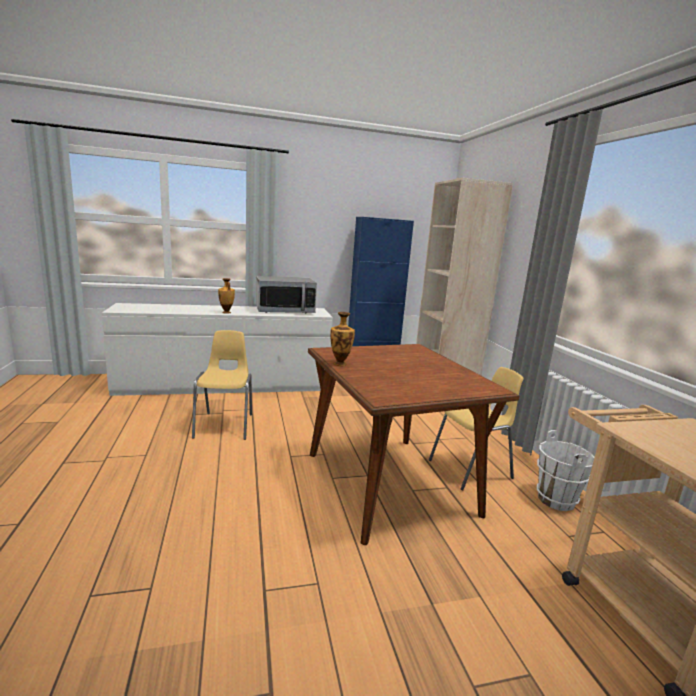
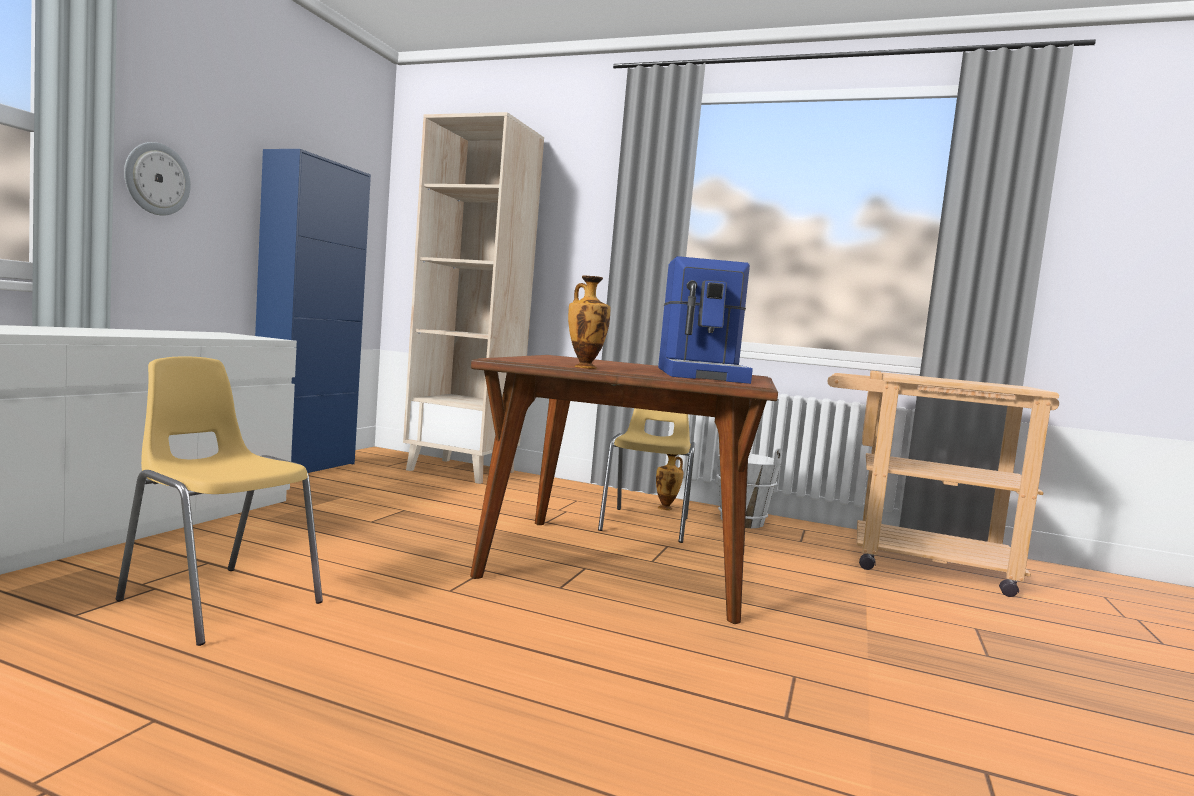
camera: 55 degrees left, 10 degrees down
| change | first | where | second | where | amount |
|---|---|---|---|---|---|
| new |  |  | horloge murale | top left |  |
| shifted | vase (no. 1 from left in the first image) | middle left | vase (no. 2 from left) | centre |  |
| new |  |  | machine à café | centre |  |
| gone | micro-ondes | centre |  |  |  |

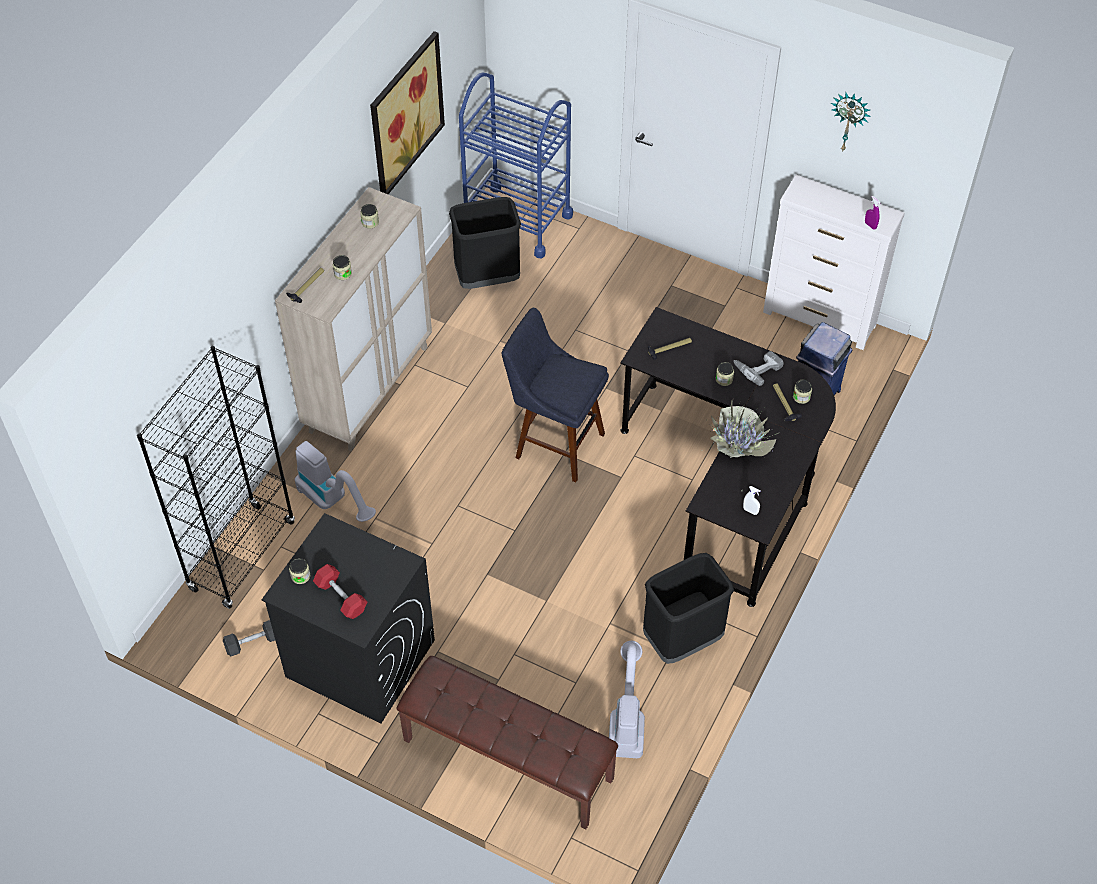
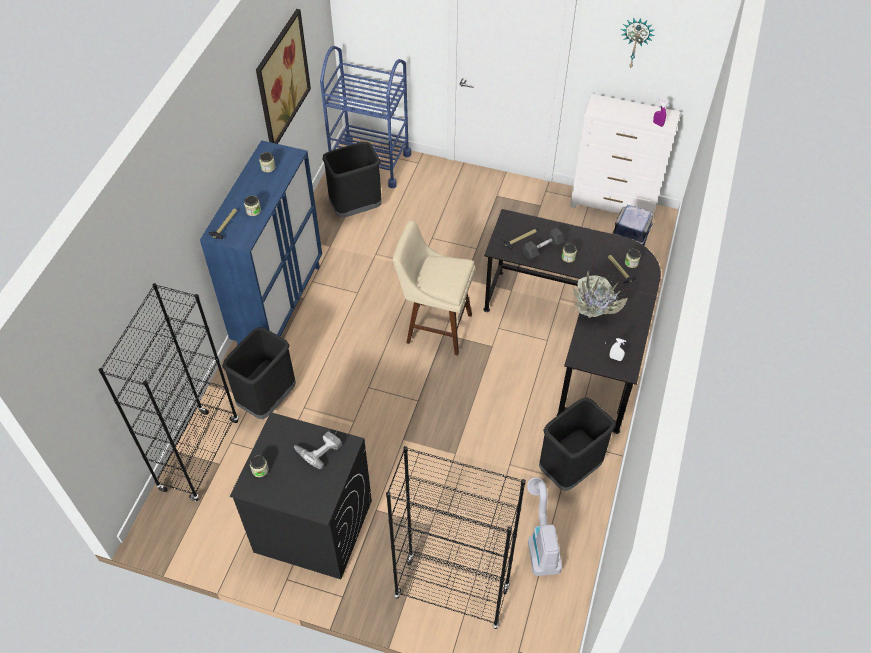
camera: 10 degrees left, 0 degrees up
| change | first | where | second | where | amount |
|---|---|---|---|---|---|
| repainted | meuble de rangement/beige | middle left | meuble de rangement/bleu | middle left |  |
| swapped | aspirateur (no. 1 from left) | middle left | poubelle/noir (no. 1 from left) | middle left |  |
| shifted | perceuse | middle right |  | bottom centre |  |
| swapped | banc/marron | bottom centre | bibliothèque/noir (no. 2 from left) | bottom centre |  |
| repainted | tabouret/bleu | centre | tabouret/beige | centre |  |
| shifted | haltère/gris | bottom left |  | centre |  |
| gone | haltère/rouge | bottom left |  |  |  |

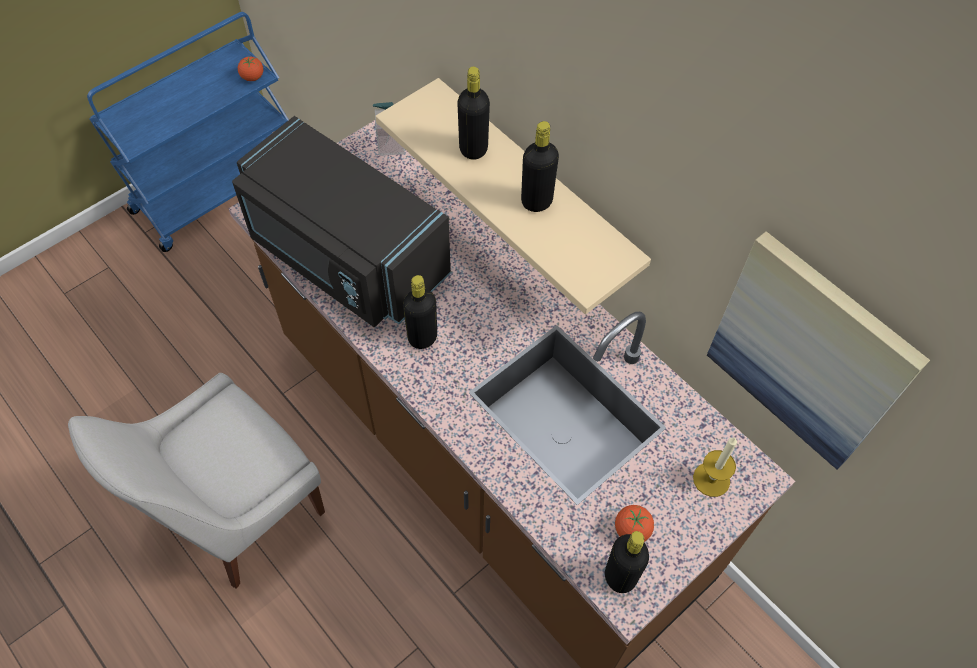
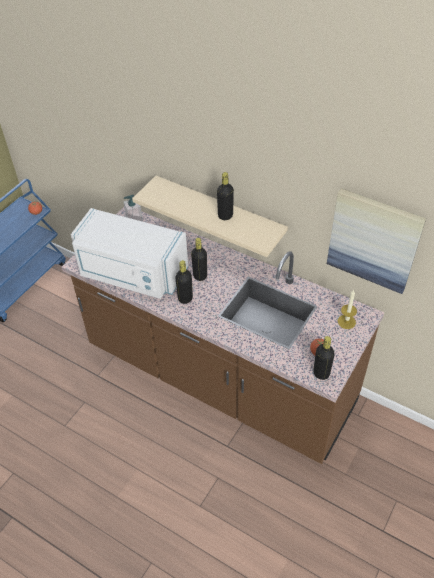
camera: 15 degrees left, 10 degrees down
| change | first | where | second | where | amount |
|---|---|---|---|---|---|
| repainted | micro-ondes/noir | top centre | micro-ondes/blanc | middle left |  |
| shifted | bouteille/noir (no. 2 from left) | top centre |  | centre |  |
| gone | chaise/blanc | bottom left |  |  |  |

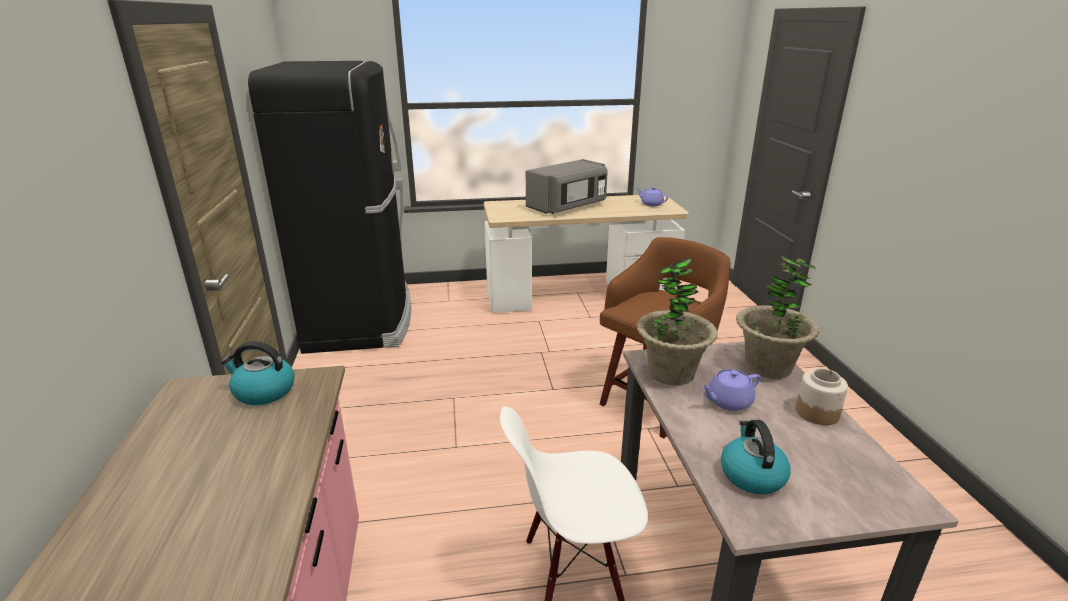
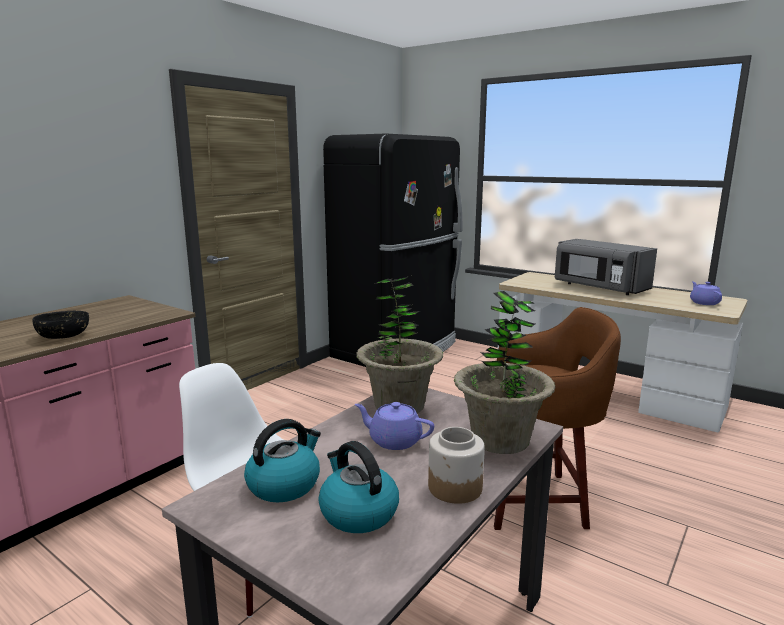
camera: 45 degrees right, 10 degrees down
| change | first | where | second | where | amount |
|---|---|---|---|---|---|
| new |  |  | bol/noir | middle left |  |
| shifted | bouilloire (no. 1 from left in the first image) | middle left | bouilloire (no. 2 from left) | bottom centre |  |
| rotated | micro-ondes/gris | top centre |  | middle right | 45 degrees clockwise |

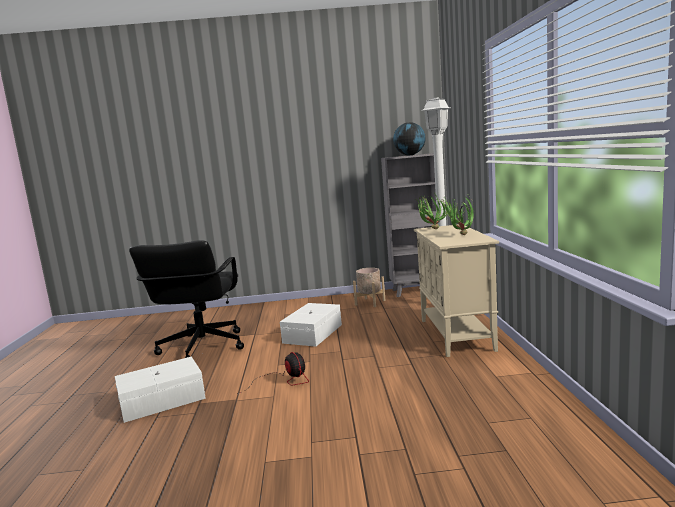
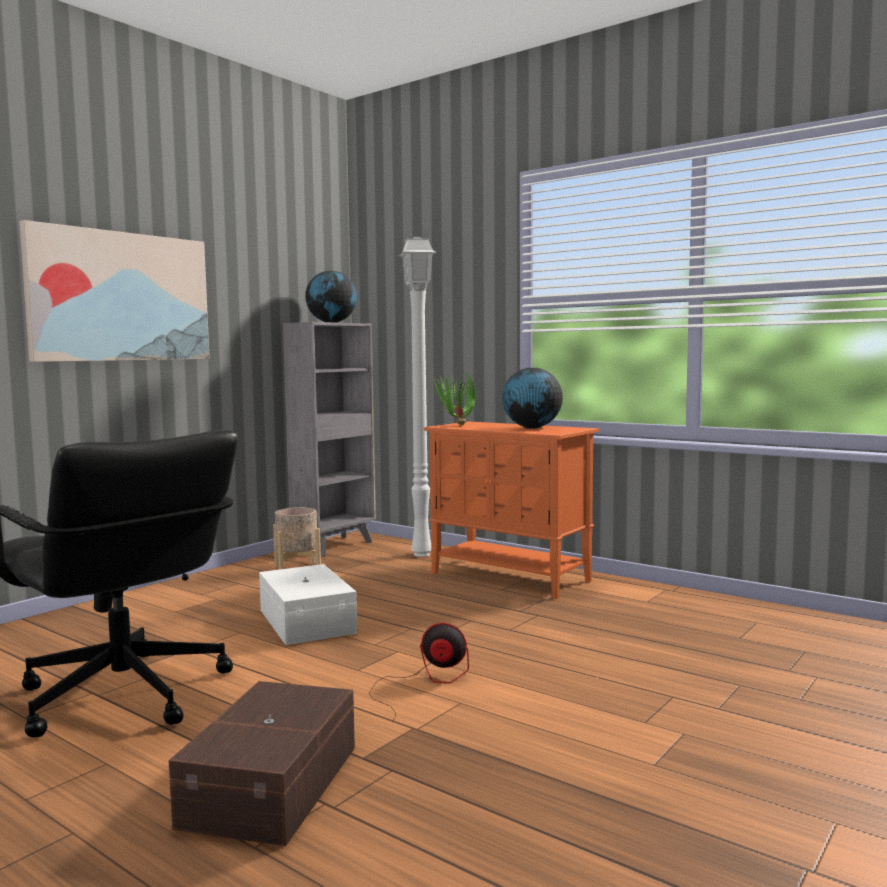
camera: 50 degrees left, 5 degrees down
| change | first | where | second | where | amount |
|---|---|---|---|---|---|
| new |  |  | tableau | top left |  |
| repainted | boîte de rangement/blanc (no. 1 from left) | bottom left | boîte de rangement/marron | bottom left |  |
| repainted | meuble de rangement/beige | middle right | meuble de rangement/orange | centre |  |
| swapped | plante en pot (no. 2 from left) | middle right | globe (no. 2 from left) | centre |  |

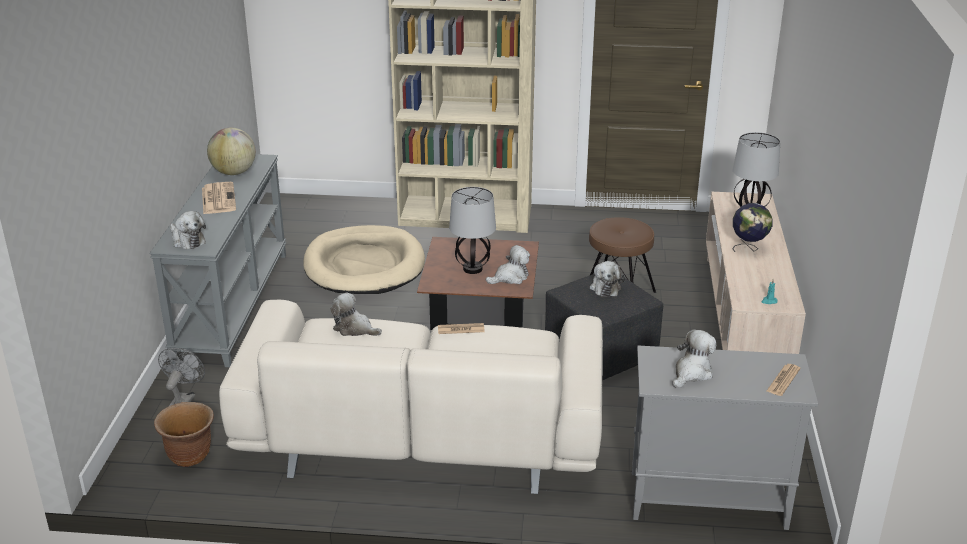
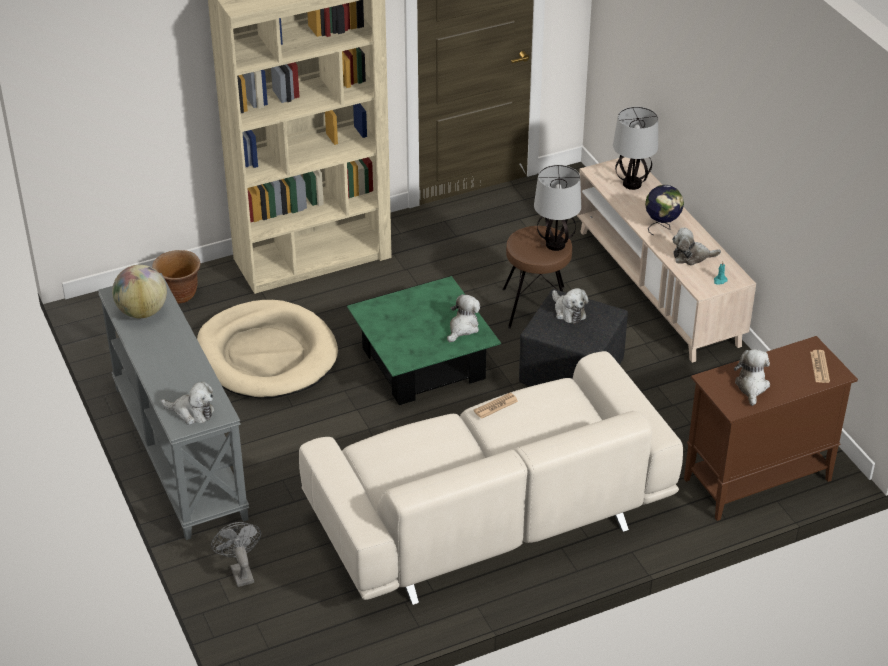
camera: 30 degrees left, 10 degrees up
| change | first | where | second | where | amount |
|---|---|---|---|---|---|
| shifted | cache-pot/marron | bottom left |  | middle left |  |
| repainted | table basse/marron | centre | table basse/vert | centre |  |
| shifted | lampe de table (no. 1 from left) | centre |  | top centre |  |
| shifted | peluche (no. 2 from left in the first image) | centre | peluche (no. 4 from left) | middle right |  |
| repainted | meuble de rangement/gris | bottom right | meuble de rangement/marron | middle right |  |
| gone | journal (no. 1 from left) | middle left |  |  |  |

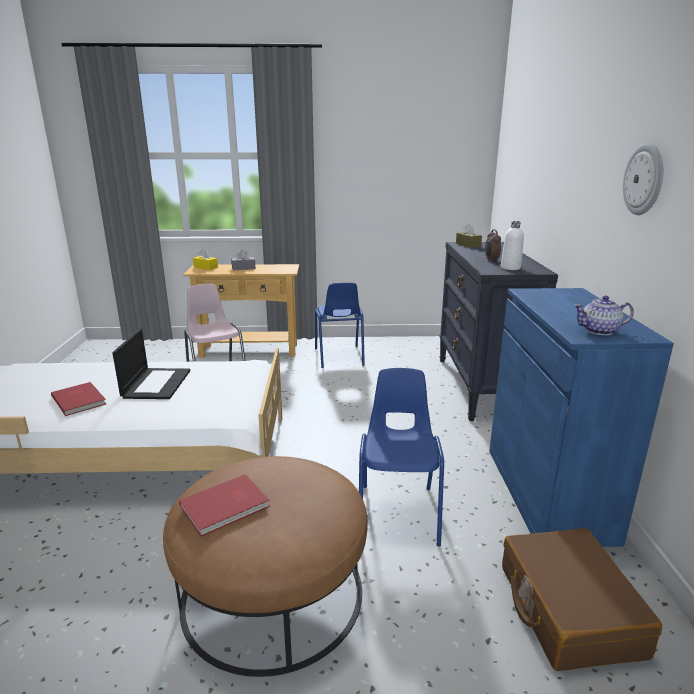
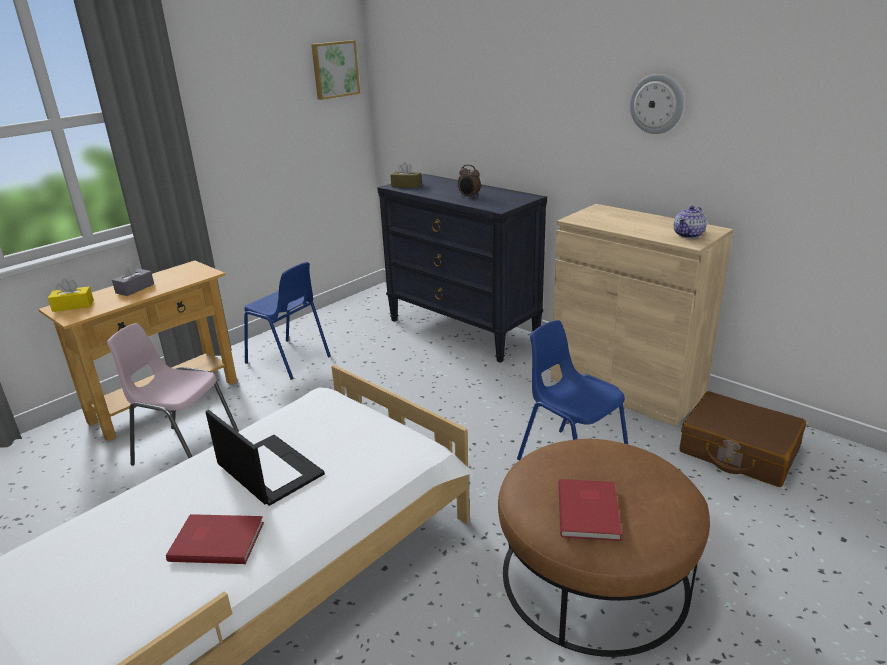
camera: 45 degrees left, 5 degrees up
| change | first | where | second | where | amount |
|---|---|---|---|---|---|
| new |  |  | tableau | top centre |  |
| repainted | meuble de rangement/bleu | middle right | meuble de rangement/beige | middle right |  |
| gone | bouteille/blanc | middle right |  |  |  |

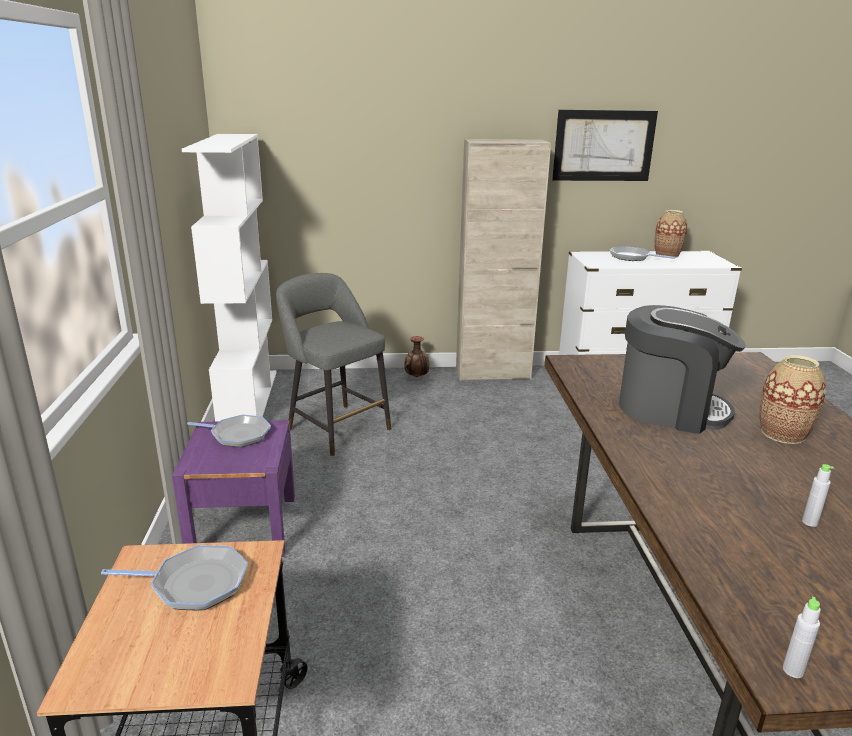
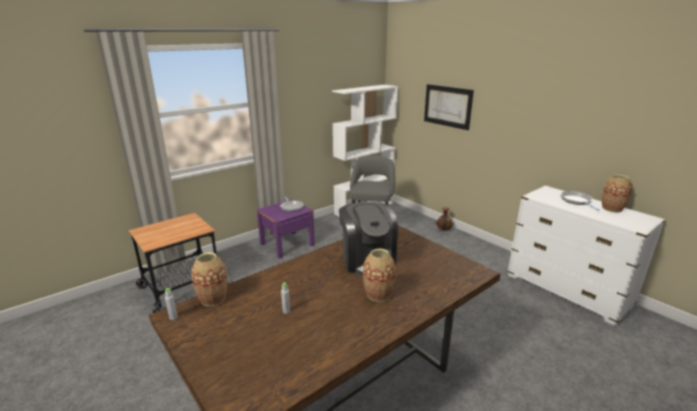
camera: 55 degrees right, 0 degrees up
| change | first | where | second | where | amount |
|---|---|---|---|---|---|
| new |  |  | vase (no. 1 from left) | bottom left |  |
| shifted | tableau | top right |  | top centre |  |
| gone | poêle (no. 1 from left) | bottom left |  |  |  |
| gone | meuble de rangement/beige | centre |  |  |  |

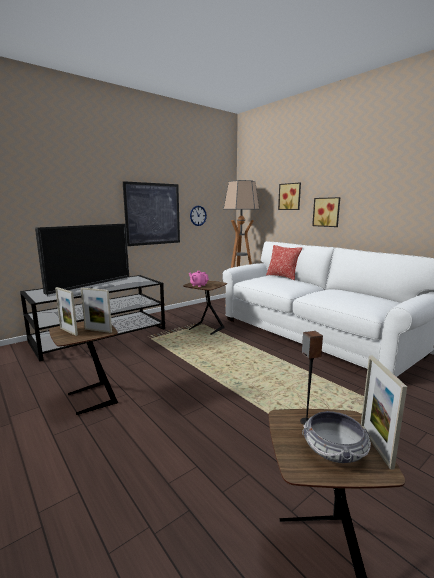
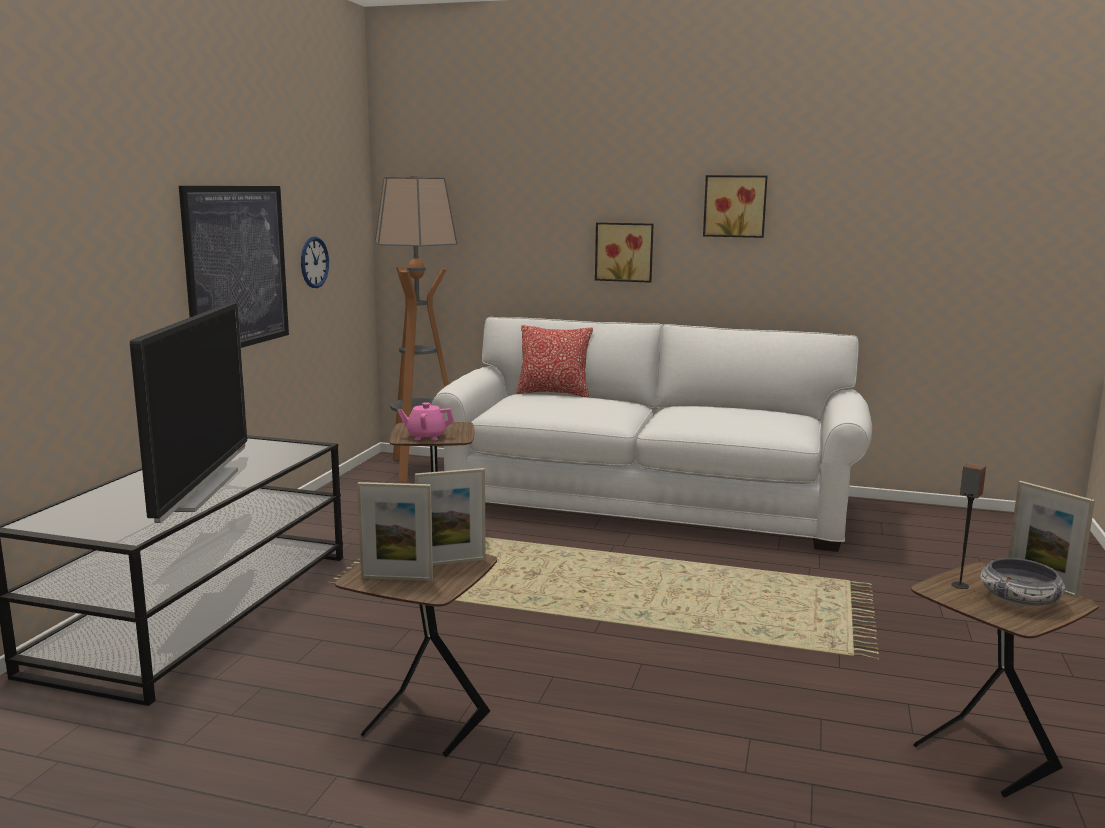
camera: 35 degrees left, 0 degrees up
| change | first | where | second | where | amount |
|---|---|---|---|---|---|
| shifted | tableau (no. 2 from left in the first image) | centre | tableau (no. 3 from left) | top centre |  |

